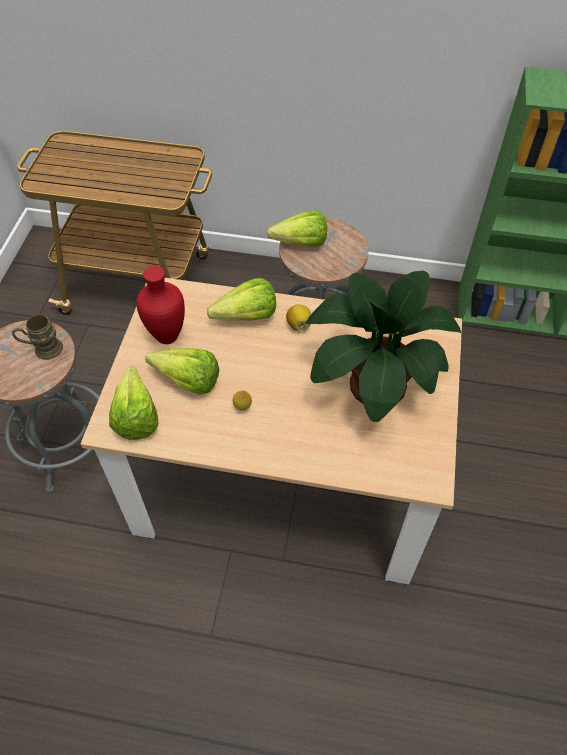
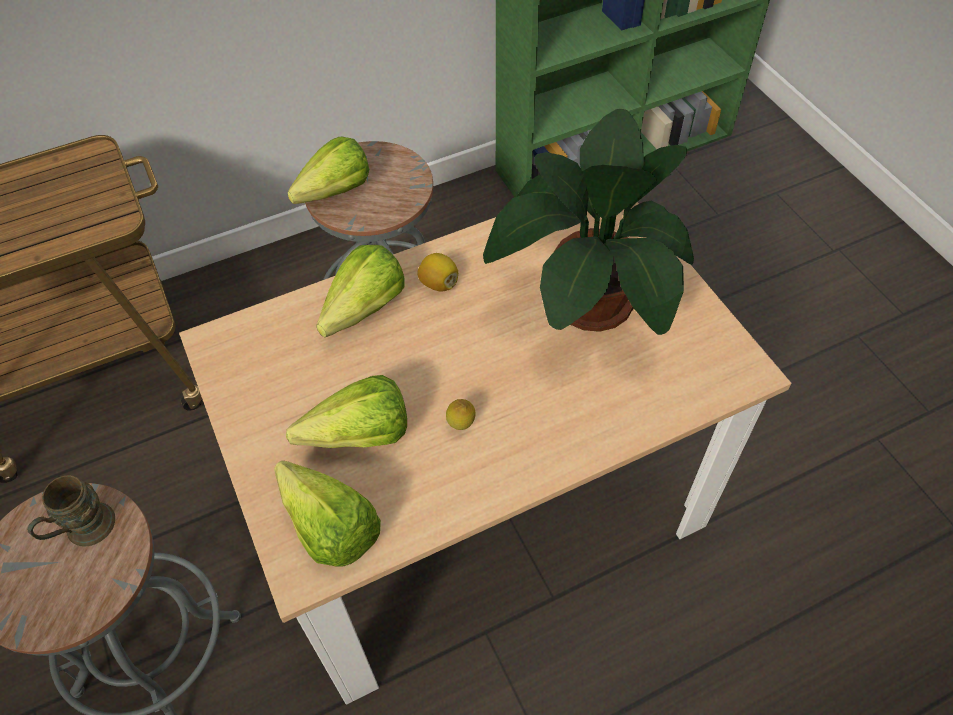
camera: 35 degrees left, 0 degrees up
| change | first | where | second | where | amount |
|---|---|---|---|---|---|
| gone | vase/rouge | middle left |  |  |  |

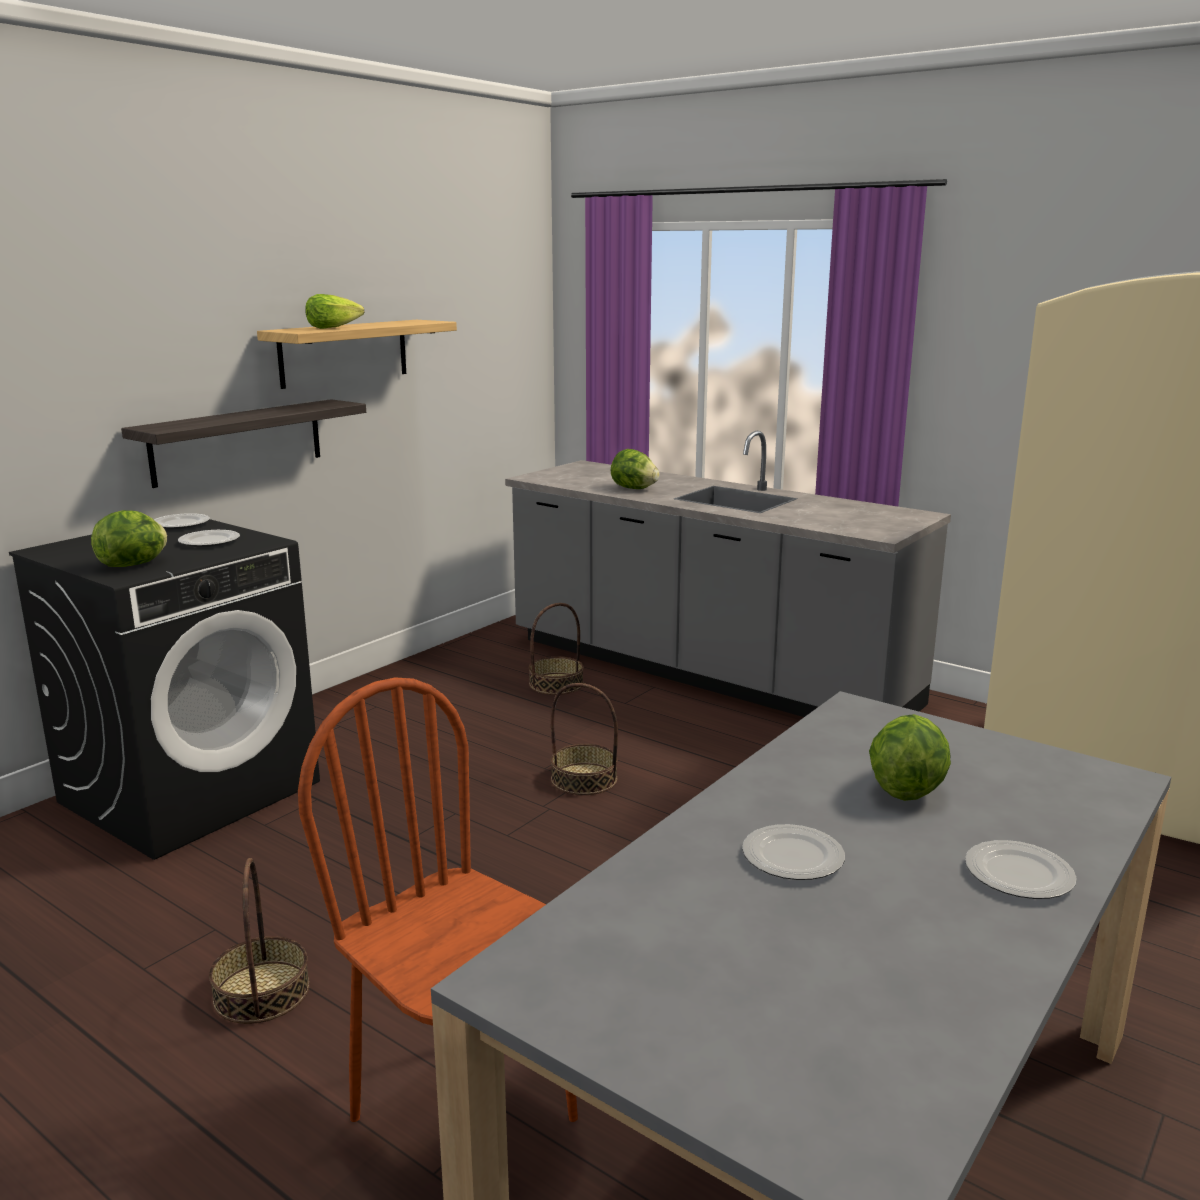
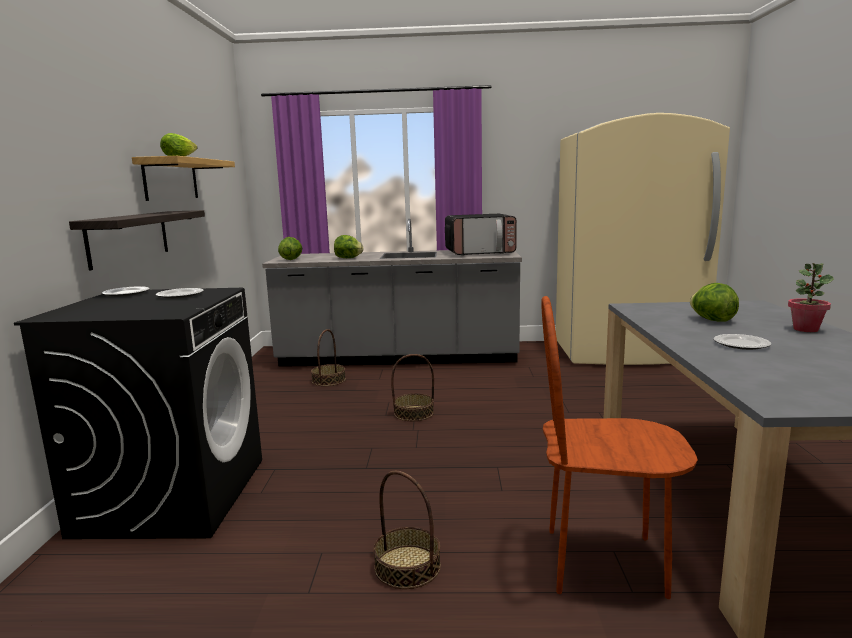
camera: 35 degrees left, 5 degrees down
| change | first | where | second | where | amount |
|---|---|---|---|---|---|
| shifted | laitue (no. 1 from left in the first image) | middle left | laitue (no. 2 from left) | centre |  |
| new |  |  | micro-ondes | centre |  |
| swapped | assiette (no. 4 from left) | bottom right | plante en pot | middle right |  |

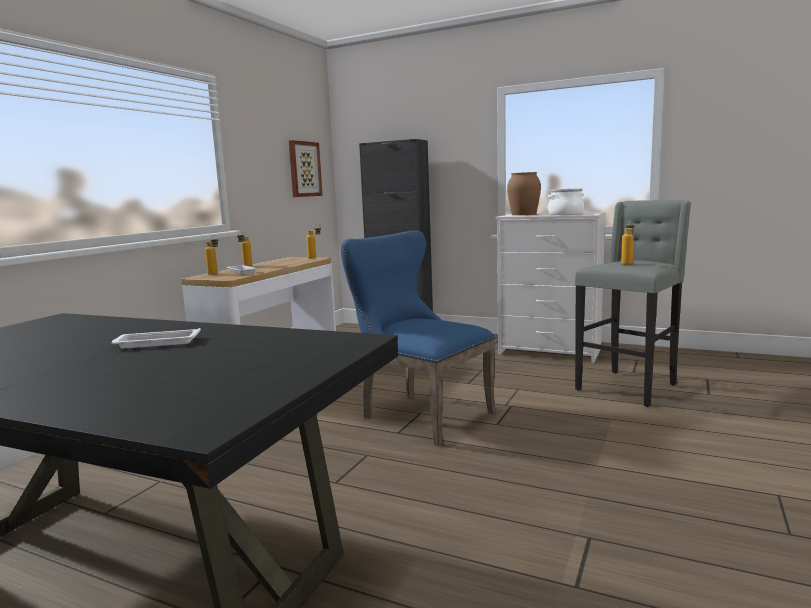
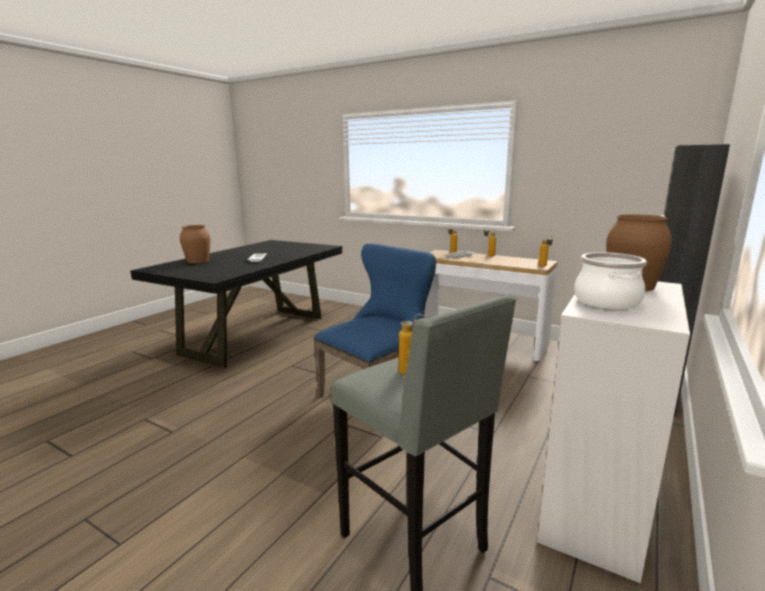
camera: 95 degrees right, 5 degrees up
| change | first | where | second | where | amount |
|---|---|---|---|---|---|
| new |  |  | vase/marron (no. 1 from left) | middle left |  |
| gone | tableau | top centre |  |  |  |

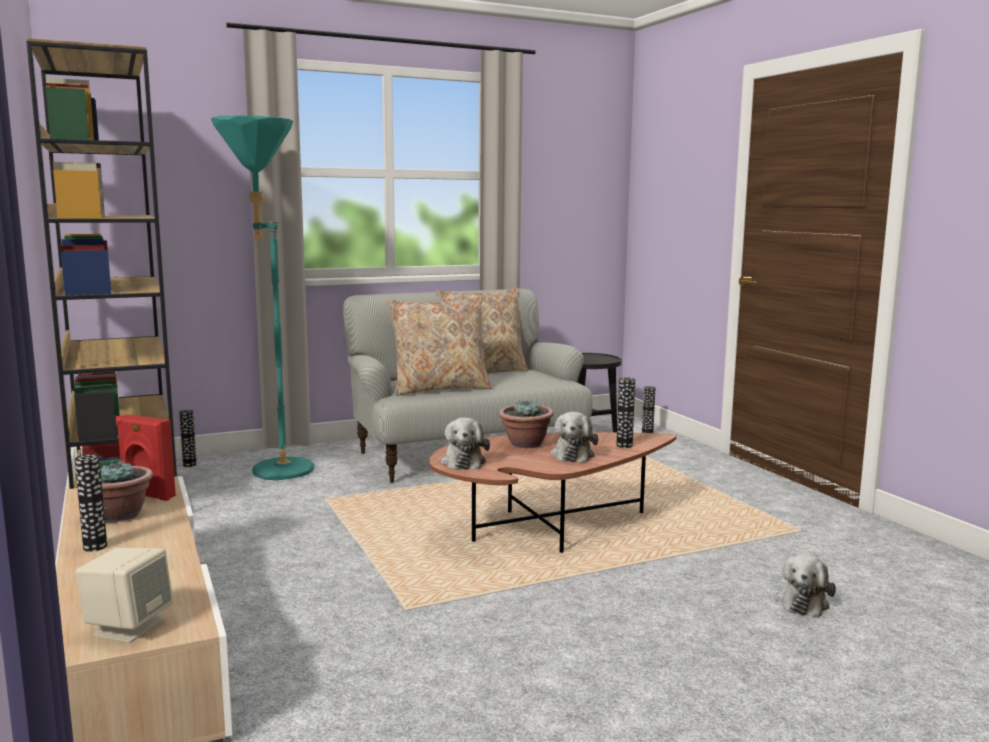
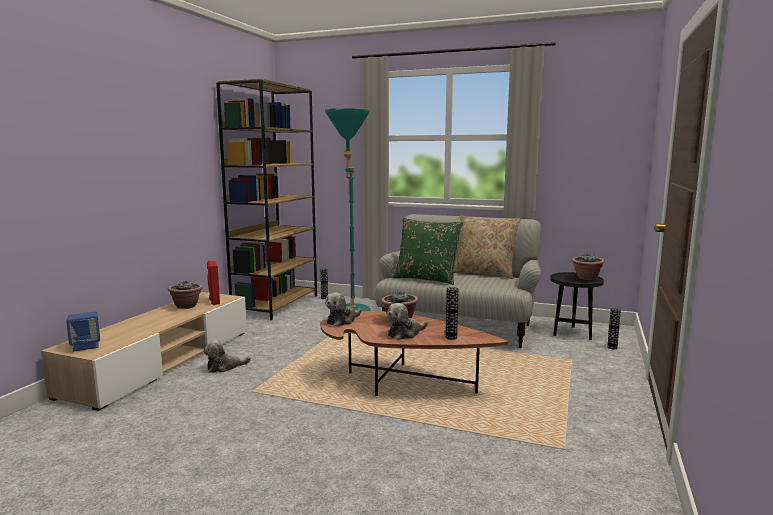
camera: 45 degrees right, 0 degrees up
| change | first | where | second | where | amount |
|---|---|---|---|---|---|
| repainted | enceinte/beige | bottom left | enceinte/bleu | middle left |  |
| shifted | peluche (no. 3 from left in the first image) | bottom right | peluche (no. 1 from left) | bottom left |  |
| repainted | coussin/beige (no. 1 from left) | centre | coussin/vert | centre |  |
| new |  |  | plante en pot (no. 3 from left) | middle right |  |
| gone | vase (no. 1 from left) | bottom left |  |  |  |

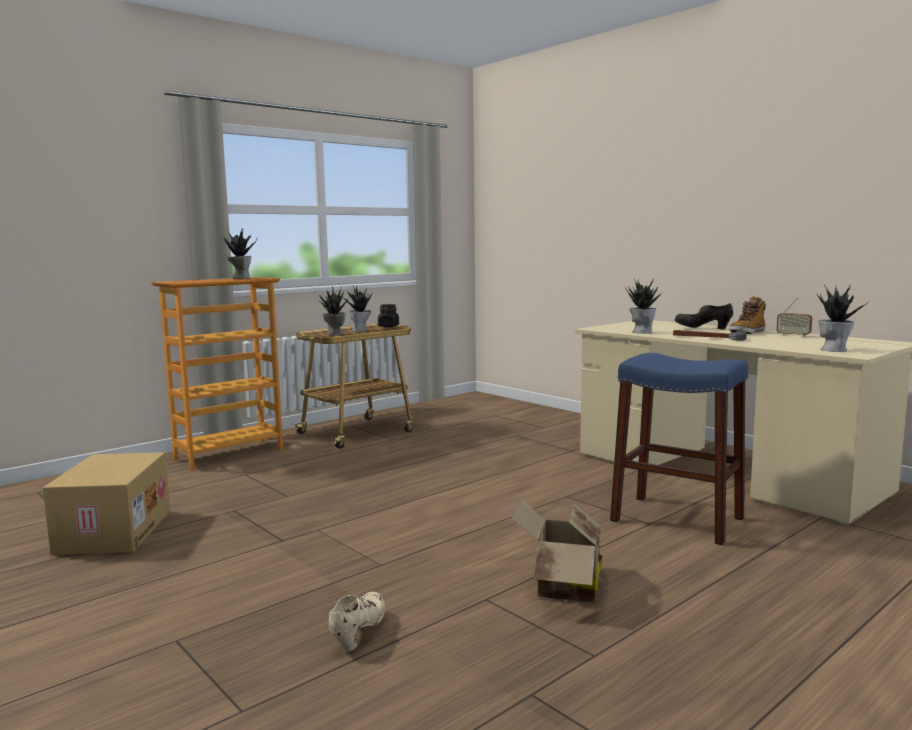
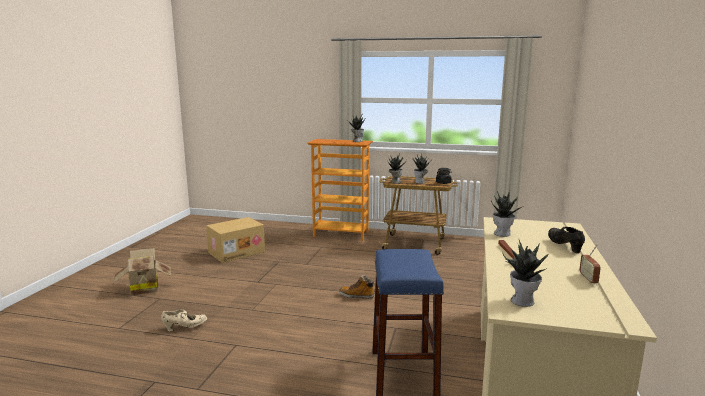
camera: 55 degrees right, 5 degrees up
| change | first | where | second | where | amount |
|---|---|---|---|---|---|
| shifted | carton (no. 2 from left in the first image) | bottom centre | carton (no. 1 from left) | bottom left |  |
| shifted | botte | middle right |  | bottom centre |  |

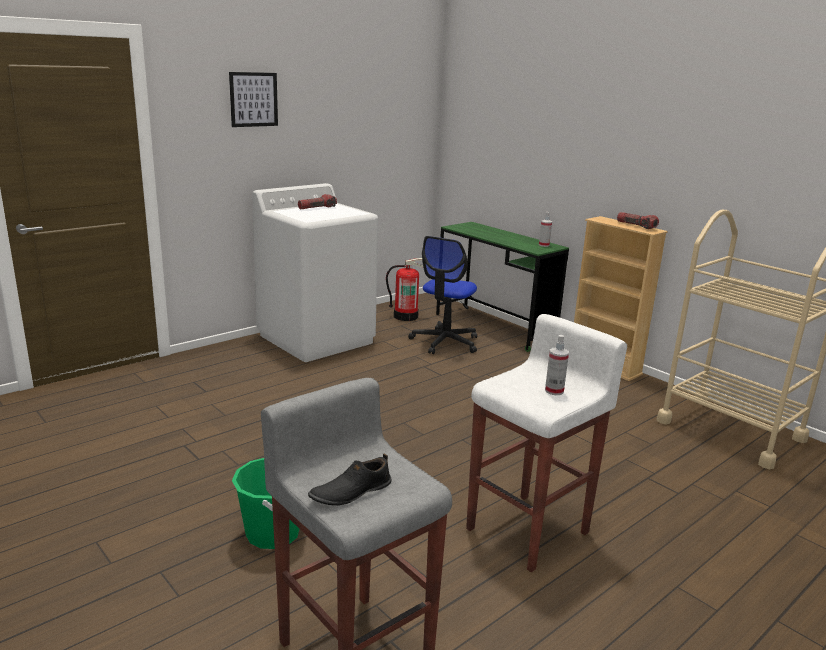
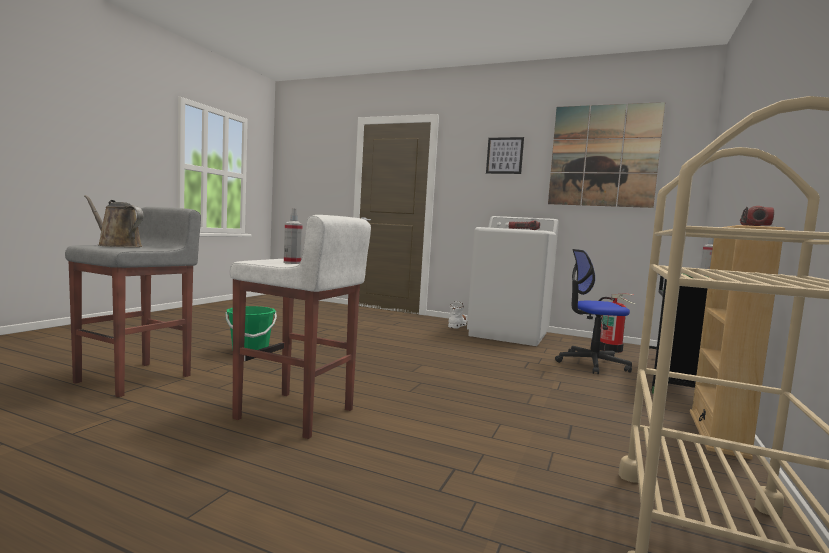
camera: 65 degrees right, 15 degrees down
| change | first | where | second | where | amount |
|---|---|---|---|---|---|
| swapped | chaussure/noir | bottom centre | arrosoir/marron | middle left |  |
| new |  |  | botte/blanc | centre |  |
| new |  |  | tableau (no. 2 from left) | top right |  |

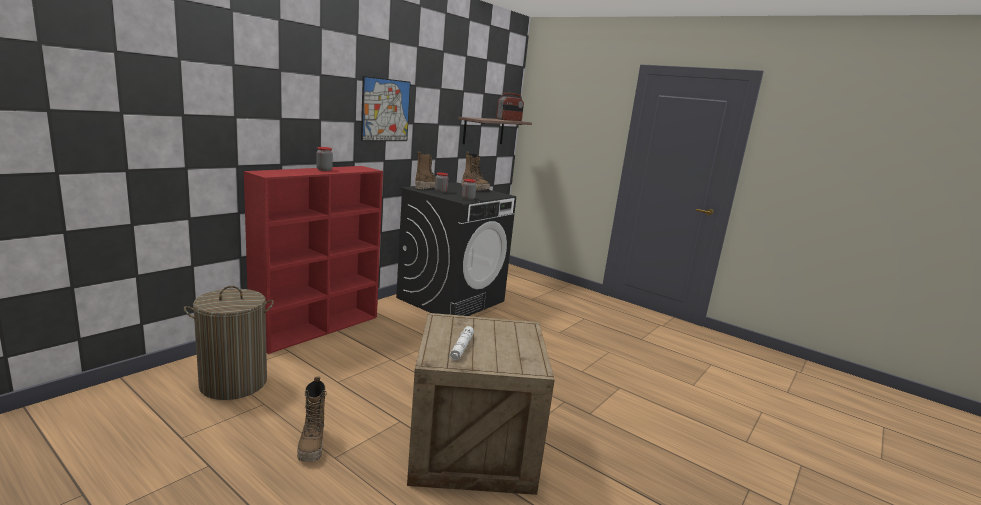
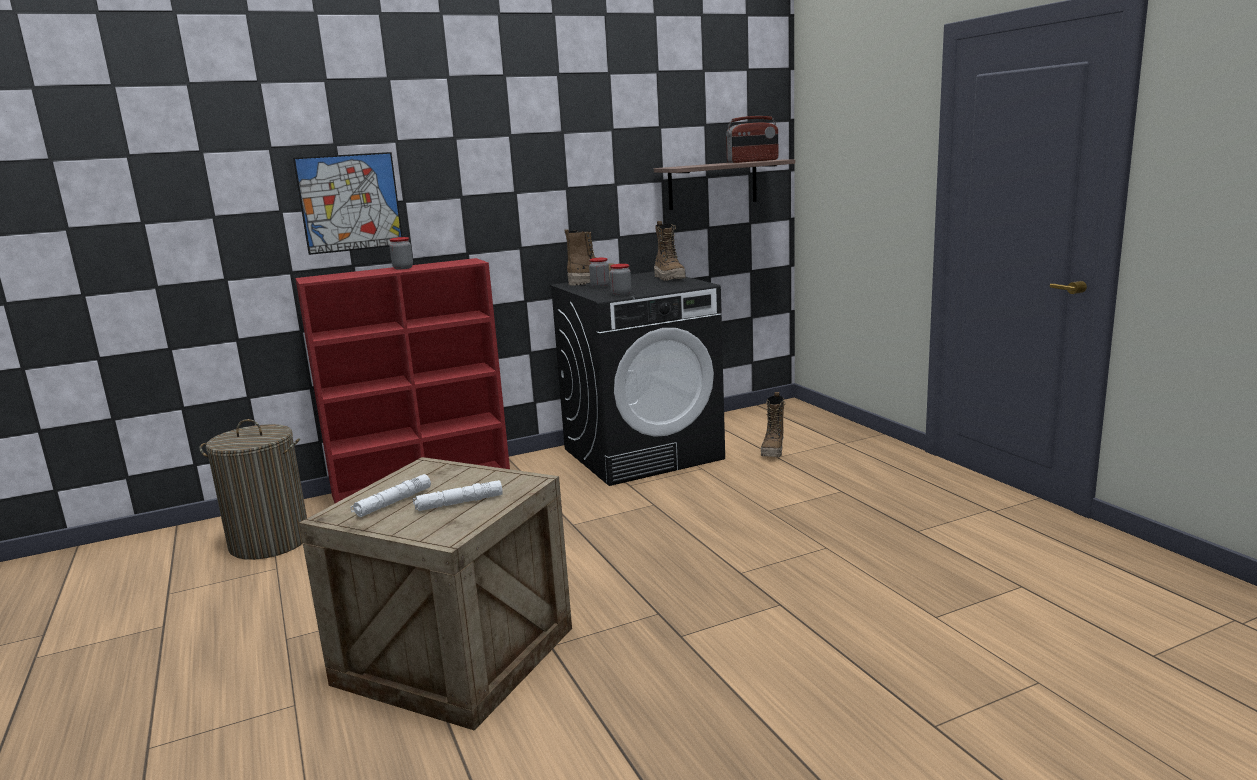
camera: 30 degrees right, 0 degrees up
| change | first | where | second | where | amount |
|---|---|---|---|---|---|
| shifted | tableau | top centre |  | top left |  |
| new |  |  | lampe de poche/blanc (no. 2 from left) | centre |  |
| shifted | botte (no. 1 from left in the first image) | bottom left | botte (no. 3 from left) | centre |  |

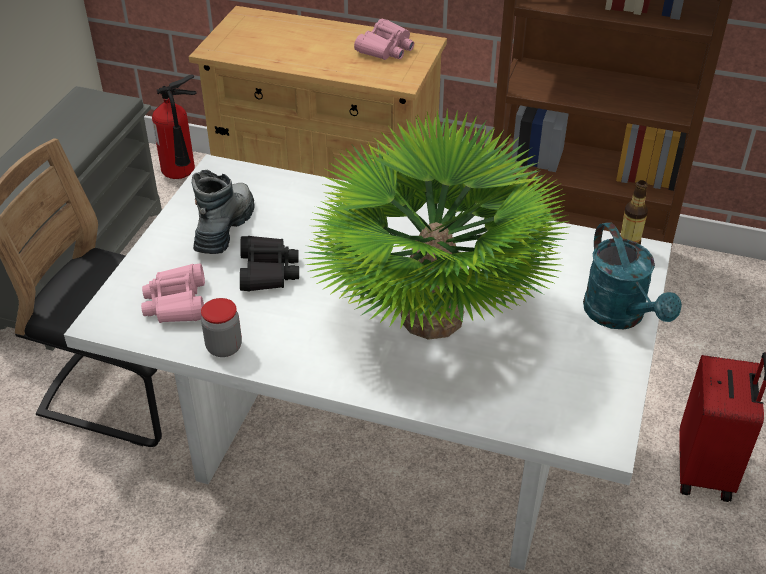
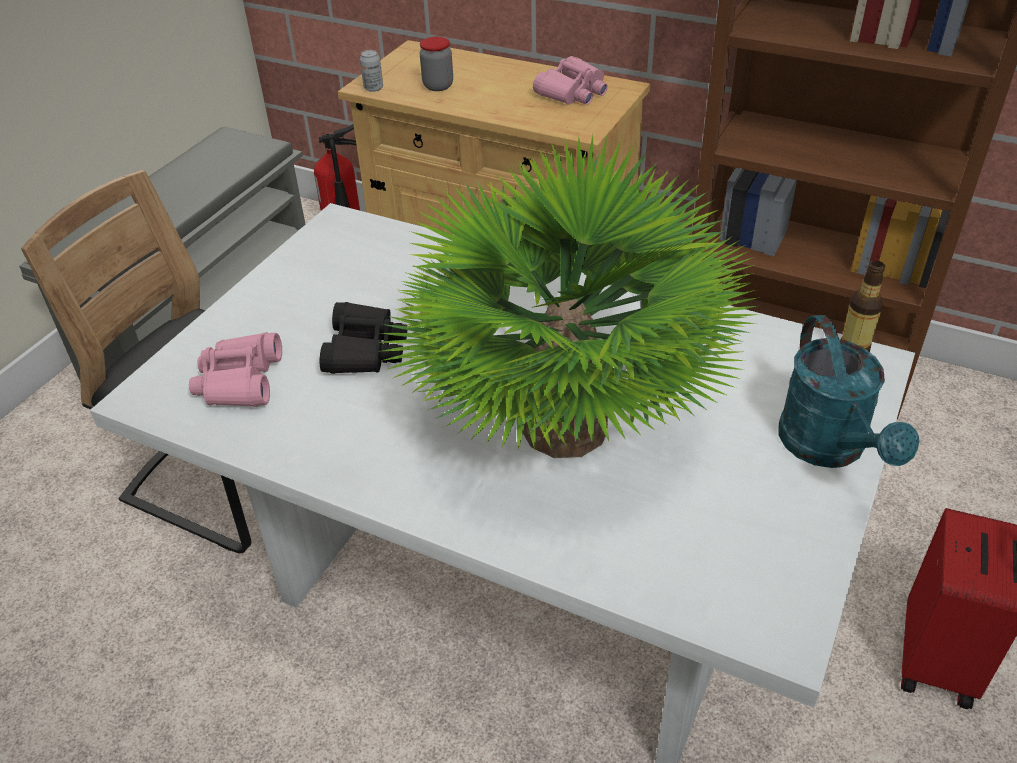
camera: 10 degrees right, 0 degrees up
| change | first | where | second | where | amount |
|---|---|---|---|---|---|
| new |  |  | boîte métallique | top centre |  |
| shifted | bocal | middle left |  | top centre |  |
| gone | botte | middle left |  |  |  |

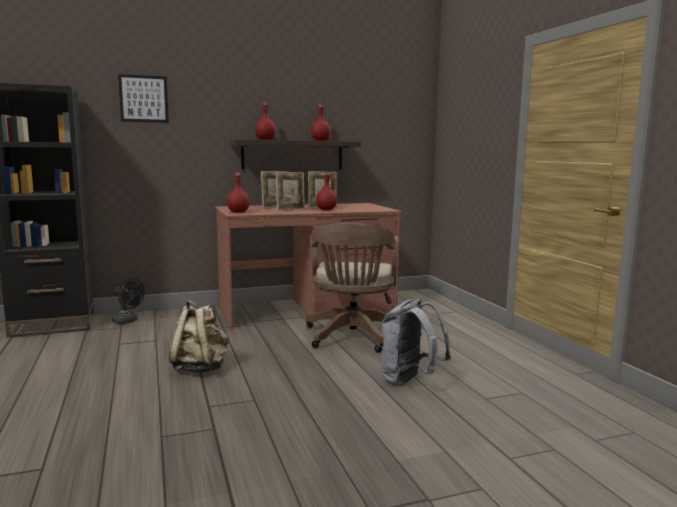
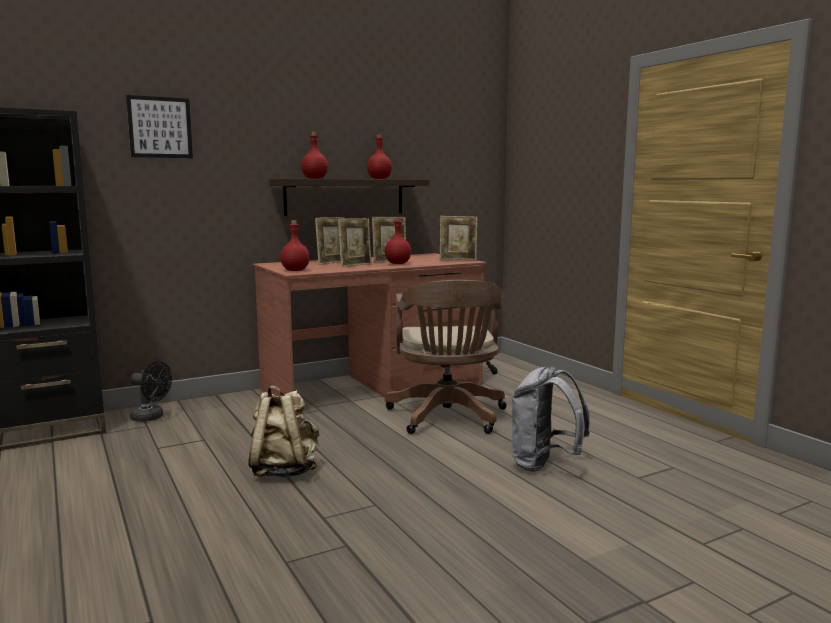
camera: 10 degrees left, 0 degrees up
| change | first | where | second | where | amount |
|---|---|---|---|---|---|
| new |  |  | cadre photo (no. 4 from left) | centre |  |

